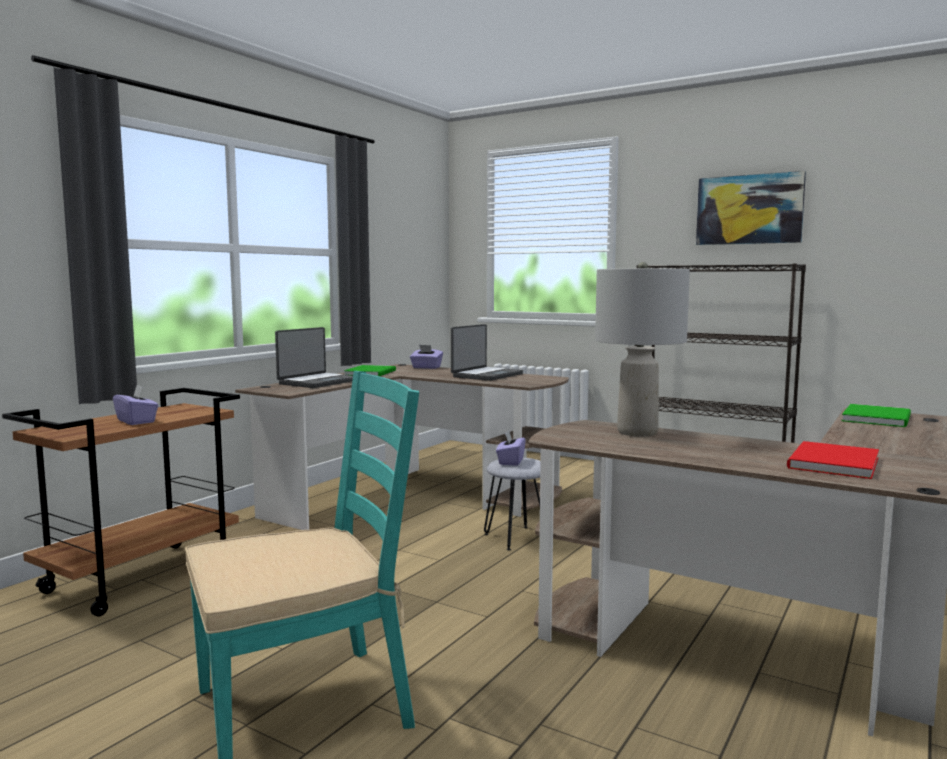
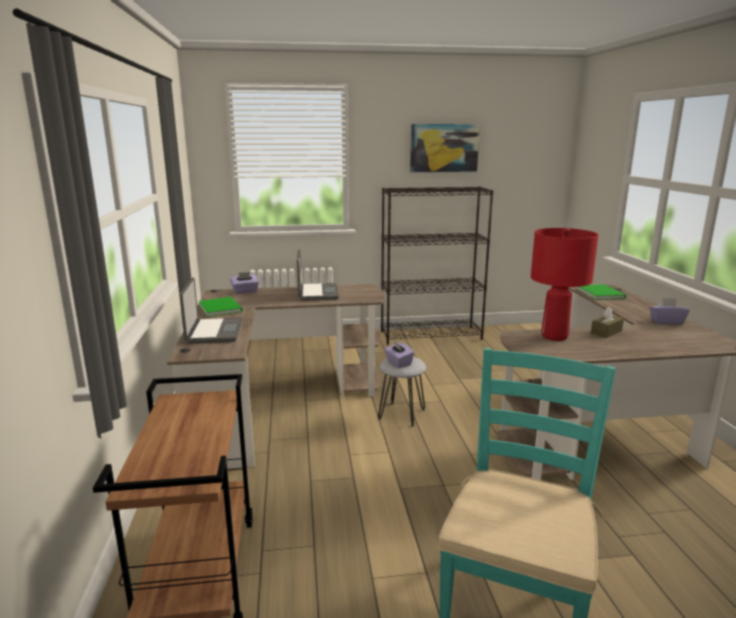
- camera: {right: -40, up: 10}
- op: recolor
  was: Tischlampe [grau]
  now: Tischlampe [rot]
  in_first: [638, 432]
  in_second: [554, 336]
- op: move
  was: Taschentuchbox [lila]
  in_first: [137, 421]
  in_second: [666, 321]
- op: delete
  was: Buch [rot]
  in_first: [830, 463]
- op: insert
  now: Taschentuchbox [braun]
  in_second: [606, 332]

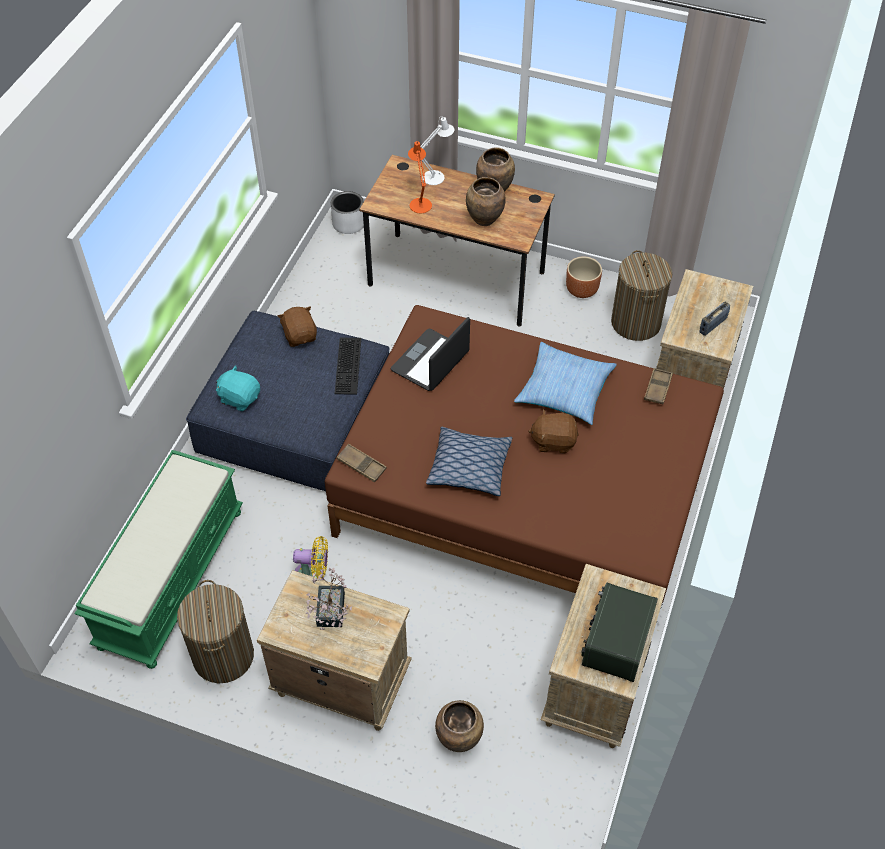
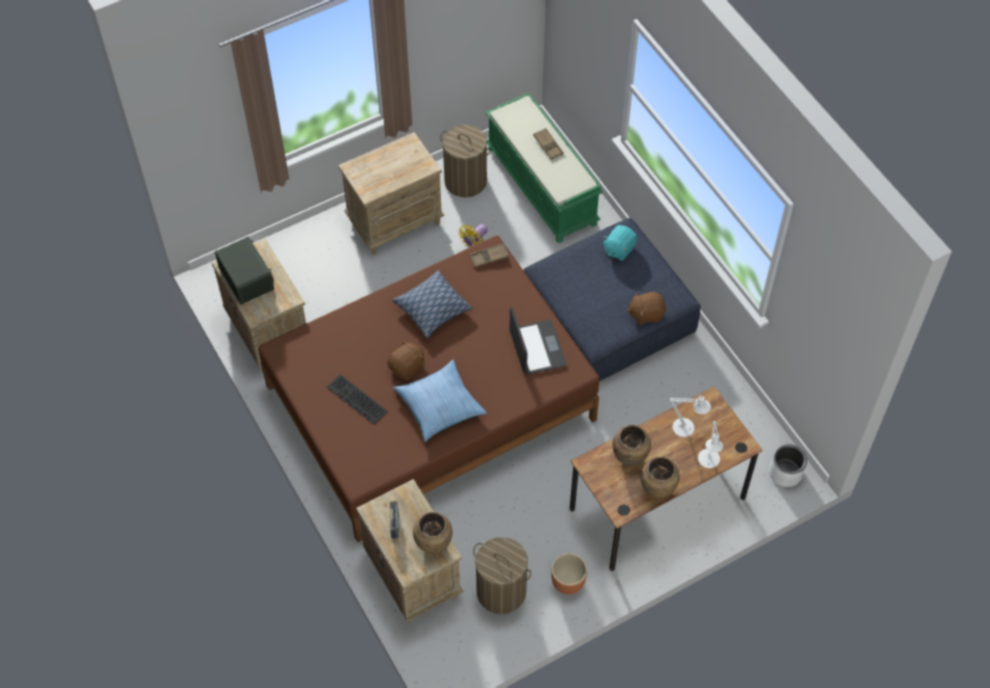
- camera: {right: 130, up: 5}
- op: recolor
  was: Tischlampe [orange]
  now: Tischlampe [weiß]
  in_first: [420, 203]
  in_second: [686, 428]
- op: rotate
  was: Plüschtier [braun]
  in_first: [300, 335]
  in_second: [646, 314]
  clockwise: 150
- op: move
  was: Tastatur
  in_first: [349, 366]
  in_second: [355, 399]
- op: rotate
  was: Plüschtier [türkis]
  in_first: [239, 398]
  in_second: [619, 249]
  clockwise: 150
- op: move
  was: Tablett [braun]
  in_first: [657, 388]
  in_second: [548, 145]
- op: delete
  was: Topfpflanze
  in_first: [329, 614]
- op: move
  was: Vase [braun]
  in_first: [459, 739]
  in_second: [433, 544]

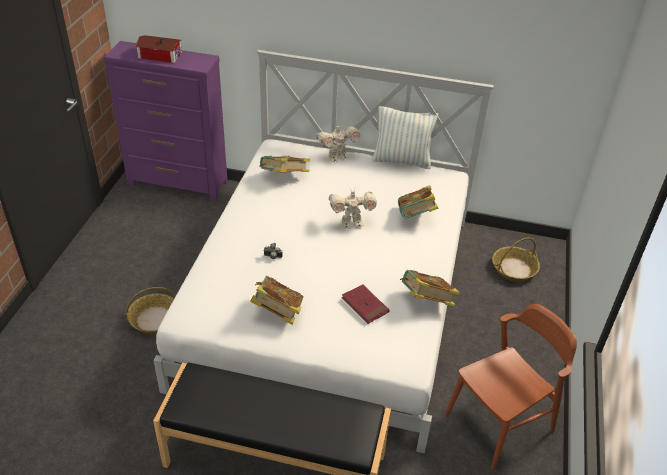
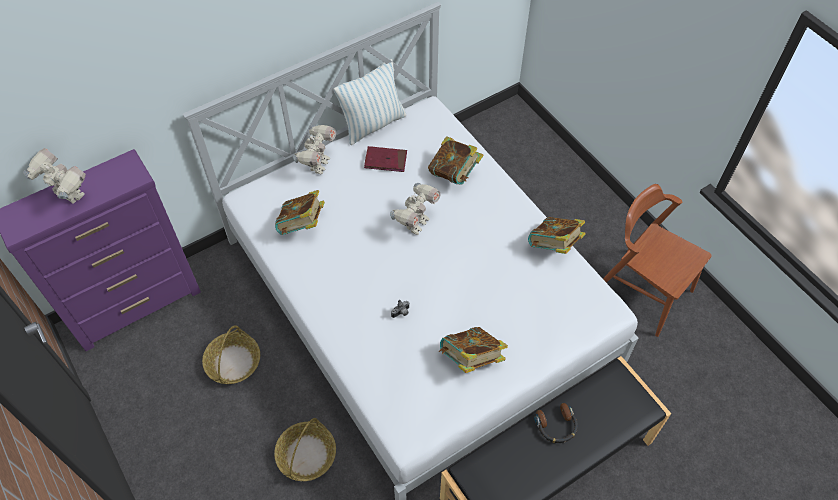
- camera: {right: -45, up: 15}
- op: replace
  was: Spielzeughaus
  now: Spielzeugroboter
  in_first: [159, 54]
  in_second: [68, 196]
- op: move
  was: Korb
  in_first: [514, 269]
  in_second: [233, 362]
- op: move
  was: Buch [rot]
  in_first: [365, 305]
  in_second: [385, 160]
- op: rotate
  was: Stuhl [braun]
  in_first: [499, 423]
  in_second: [642, 291]
  clockwise: -60
- op: insert
  now: Kopfhörer
  in_second: [556, 426]

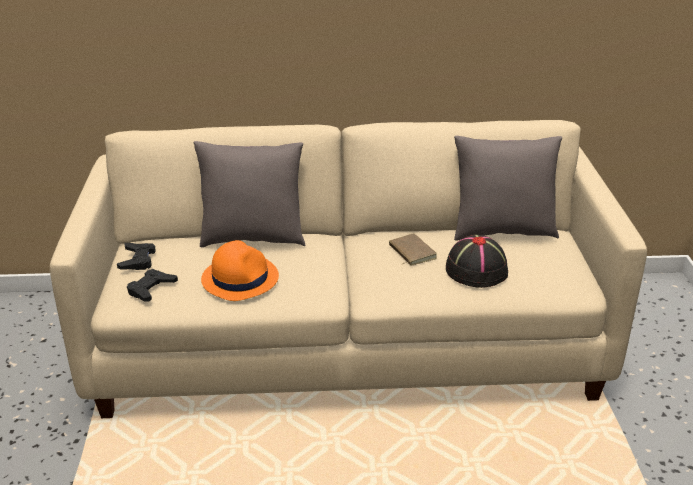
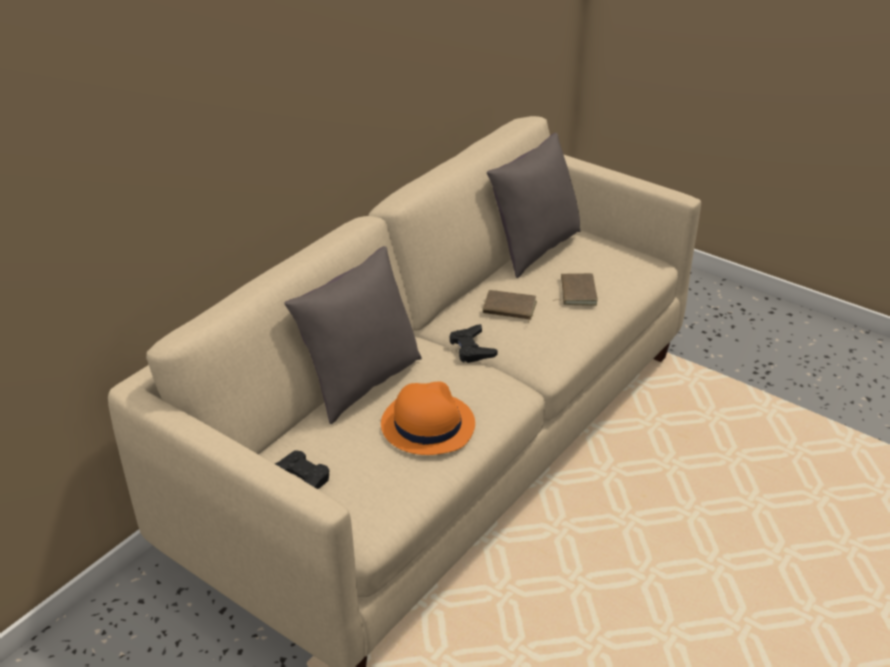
- camera: {right: -50, up: 5}
- op: replace
  was: Hut [schwarz]
  now: Buch [braun]
  in_first: [476, 269]
  in_second: [576, 292]
- op: move
  was: Gamepad [schwarz]
  in_first: [151, 289]
  in_second: [471, 348]

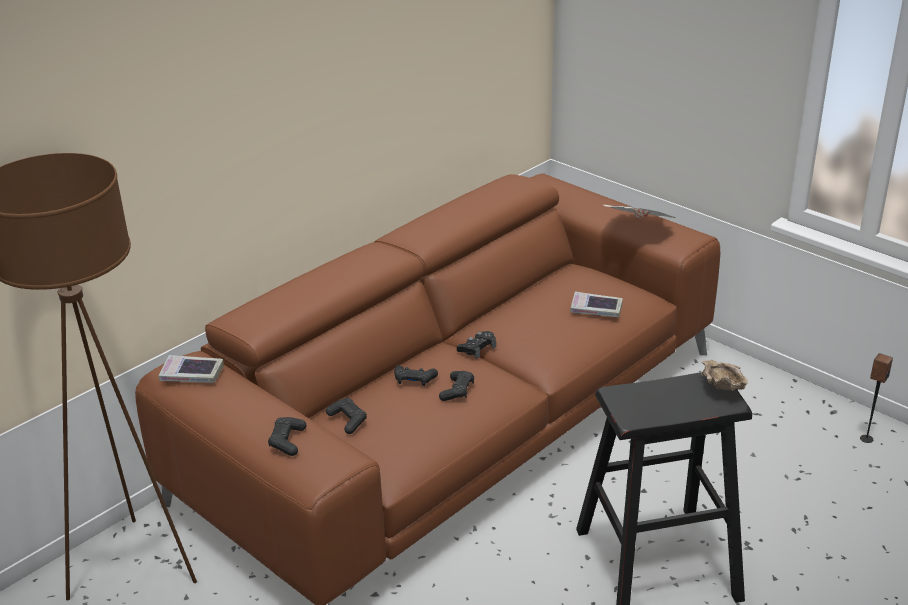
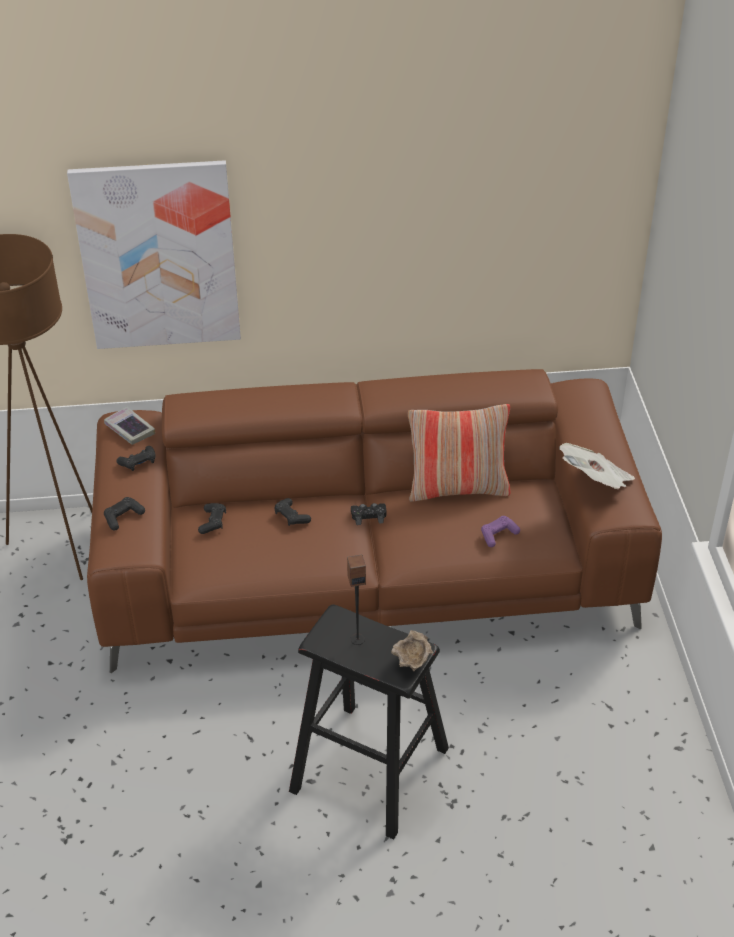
- camera: {right: 40, up: 10}
- op: replace
  was: Buch
  now: Gamepad [lila]
  in_first: [596, 309]
  in_second: [498, 535]
- op: move
  was: Lautsprecher
  in_first: [866, 439]
  in_second: [357, 639]
- op: move
  was: Gamepad [schwarz]
  in_first: [457, 391]
  in_second: [138, 463]
- op: insert
  now: Bild
  in_second: [158, 256]
- op: insert
  now: Kissen
  in_second: [458, 488]

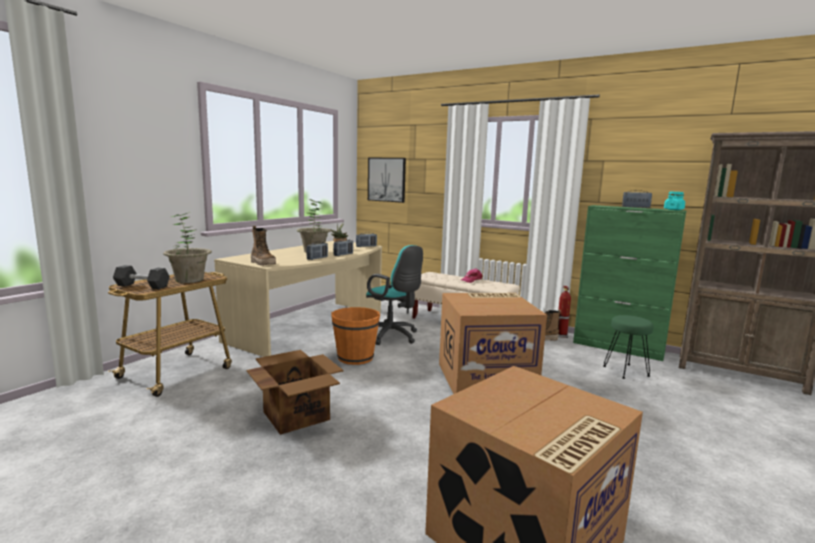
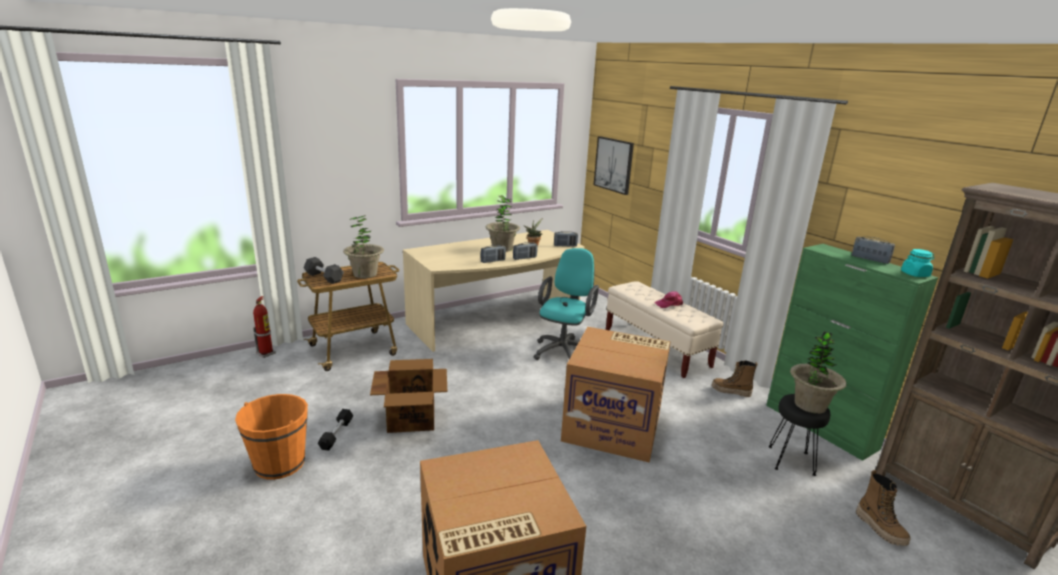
- camera: {right: 25, up: 10}
- op: move
  was: Stiefel
  in_first: [263, 263]
  in_second: [880, 528]
- op: rotate
  was: Bürostuhl [türkis]
  in_first: [392, 336]
  in_second: [564, 351]
  clockwise: -135
- op: move
  was: Feuerlöscher
  in_first: [561, 335]
  in_second: [266, 353]
- op: move
  was: Eimer [orange]
  in_first: [355, 357]
  in_second: [279, 463]
- op: recolor
  was: Hocker [grün]
  now: Hocker [schwarz]
  in_first: [625, 371]
  in_second: [790, 460]
- op: insert
  now: Topfpflanze
  in_second: [810, 405]
- op: insert
  now: Hantel [schwarz]
  in_second: [336, 434]

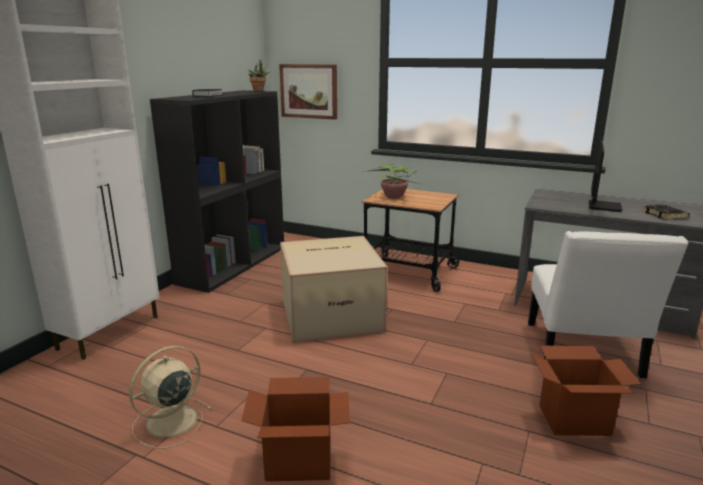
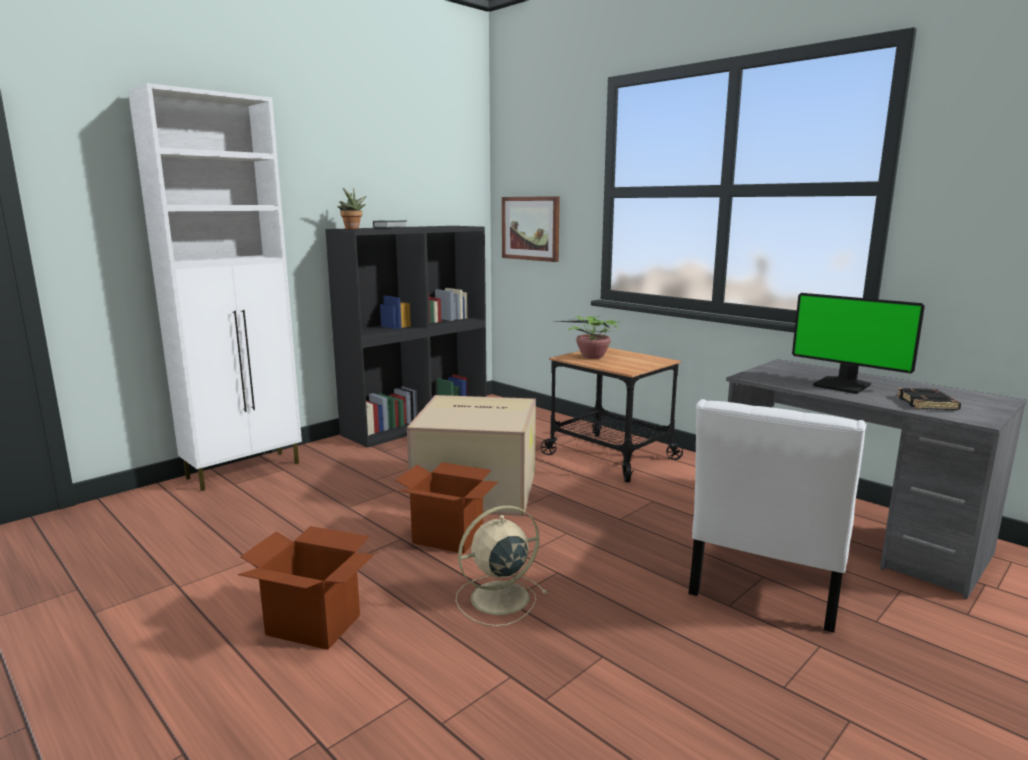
- camera: {right: 20, up: -5}
- op: move
  was: Topfpflanze
  in_first: [259, 91]
  in_second: [352, 228]
- op: rotate
  was: Monitor
  in_first: [602, 206]
  in_second: [843, 385]
  clockwise: 90
- op: move
  was: Ventilator [beige]
  in_first: [169, 422]
  in_second: [497, 598]
- op: move
  was: Karton
  in_first: [574, 420]
  in_second: [448, 538]

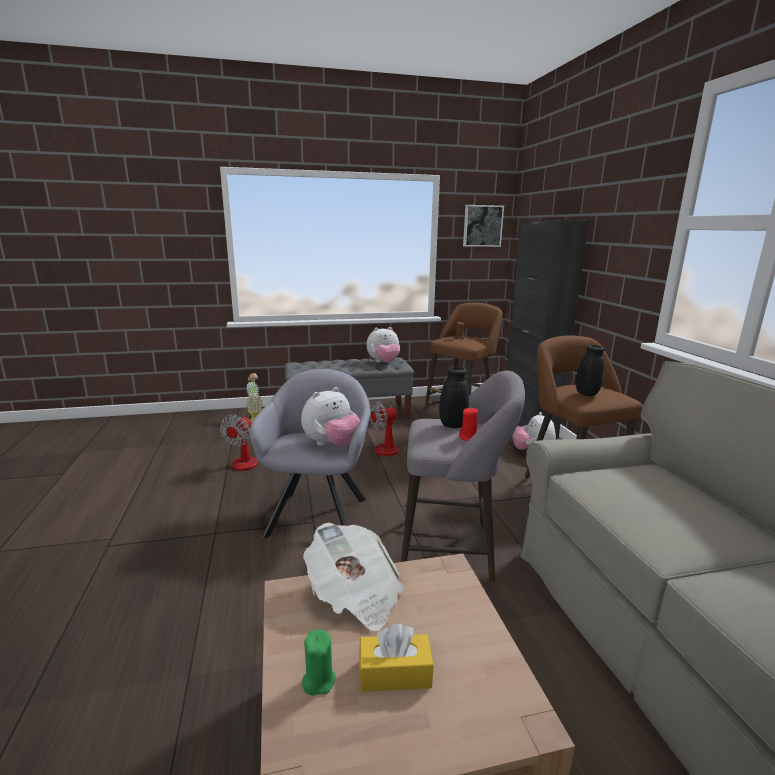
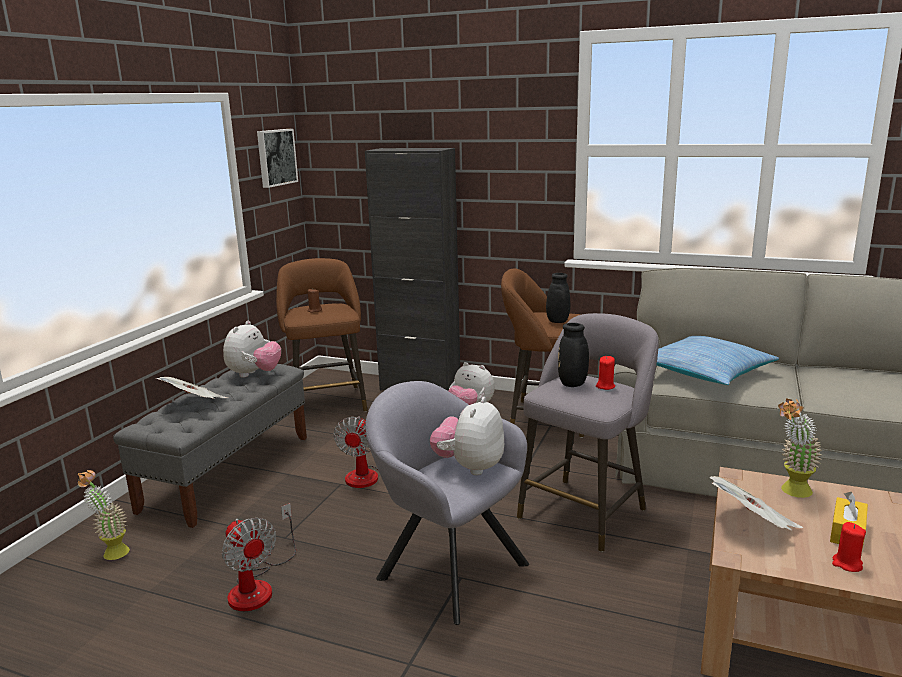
- camera: {right: -55, up: 0}
- op: rotate
  was: Plüschtier
  in_first: [331, 444]
  in_second: [469, 467]
  clockwise: -150
- op: recolor
  was: Kerze [grün]
  now: Kerze [rot]
  in_first: [318, 680]
  in_second: [847, 564]
- op: insert
  now: Kissen
  in_second: [705, 371]
- op: insert
  now: Zeitung
  in_second: [195, 403]
- op: insert
  now: Topfpflanze
  in_second: [791, 492]

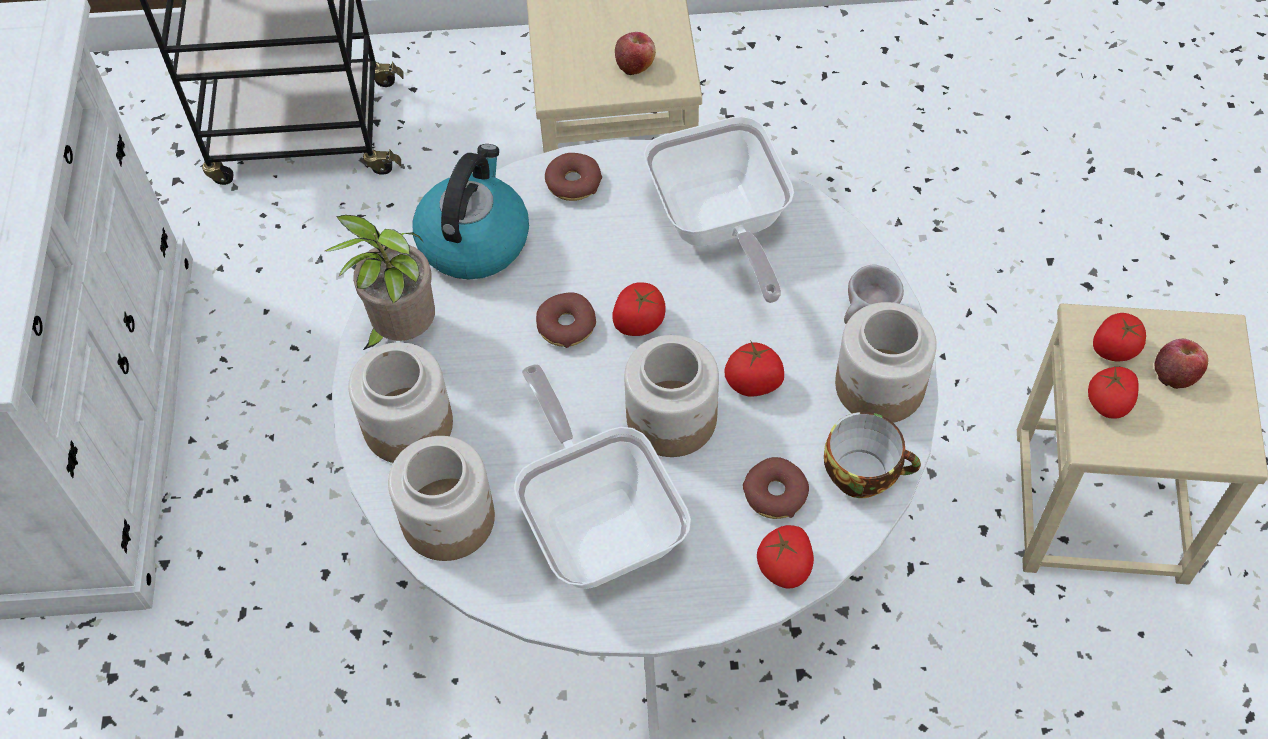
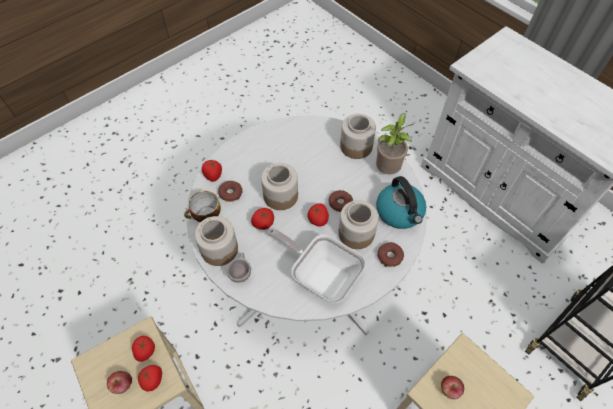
- camera: {right: 140, up: 0}
- op: delete
  was: Pfanne
  in_first: [598, 520]
- op: move
  was: Vorratsglas
  in_first: [449, 518]
  in_second: [356, 234]

